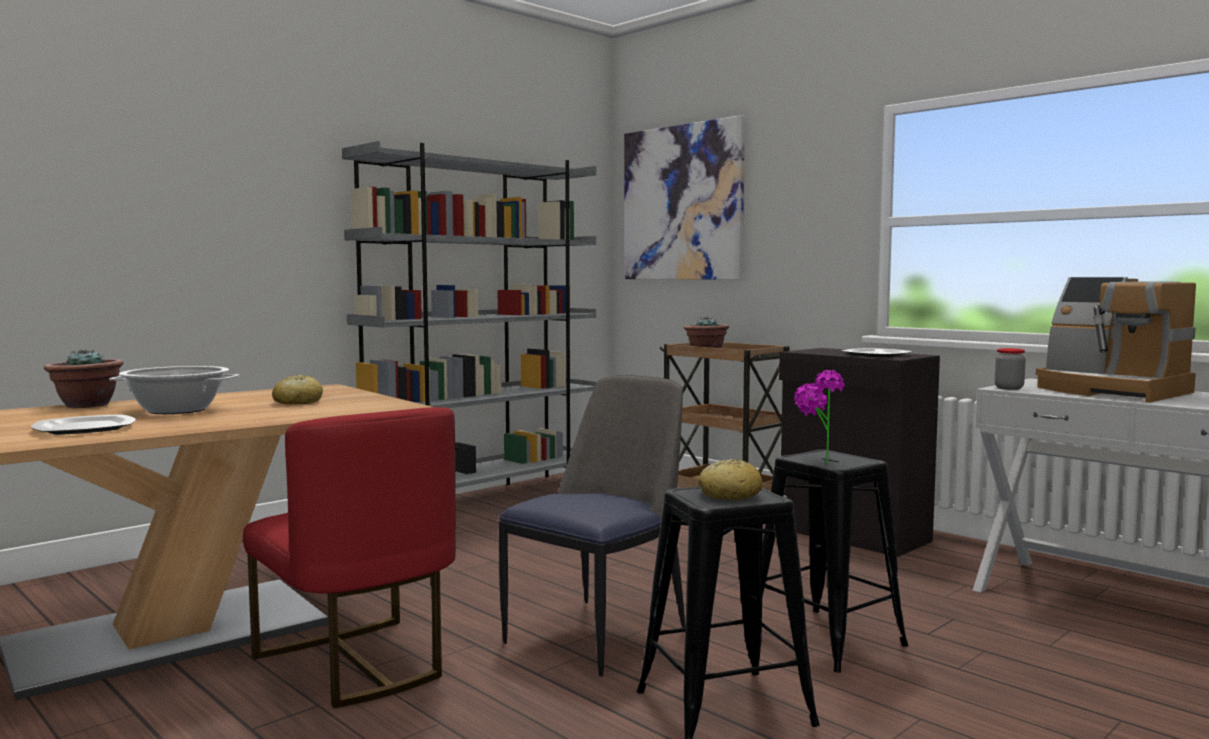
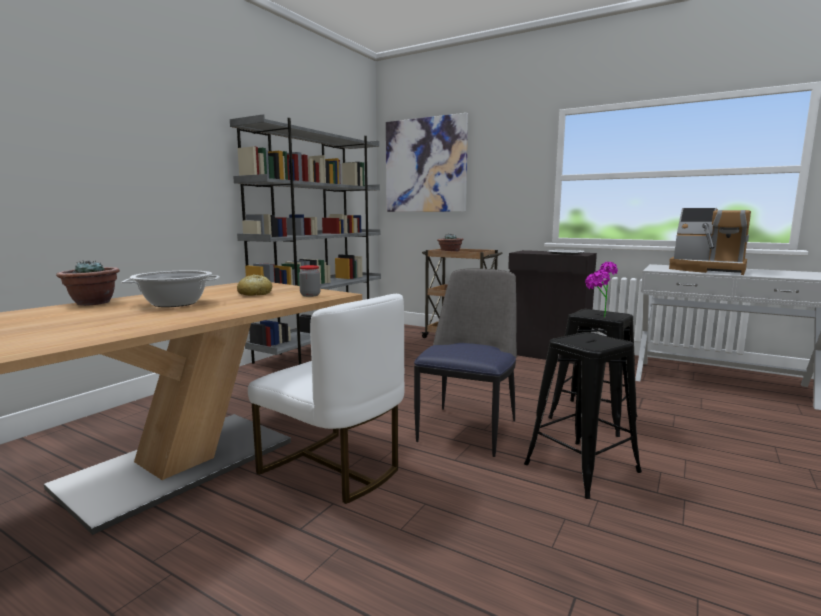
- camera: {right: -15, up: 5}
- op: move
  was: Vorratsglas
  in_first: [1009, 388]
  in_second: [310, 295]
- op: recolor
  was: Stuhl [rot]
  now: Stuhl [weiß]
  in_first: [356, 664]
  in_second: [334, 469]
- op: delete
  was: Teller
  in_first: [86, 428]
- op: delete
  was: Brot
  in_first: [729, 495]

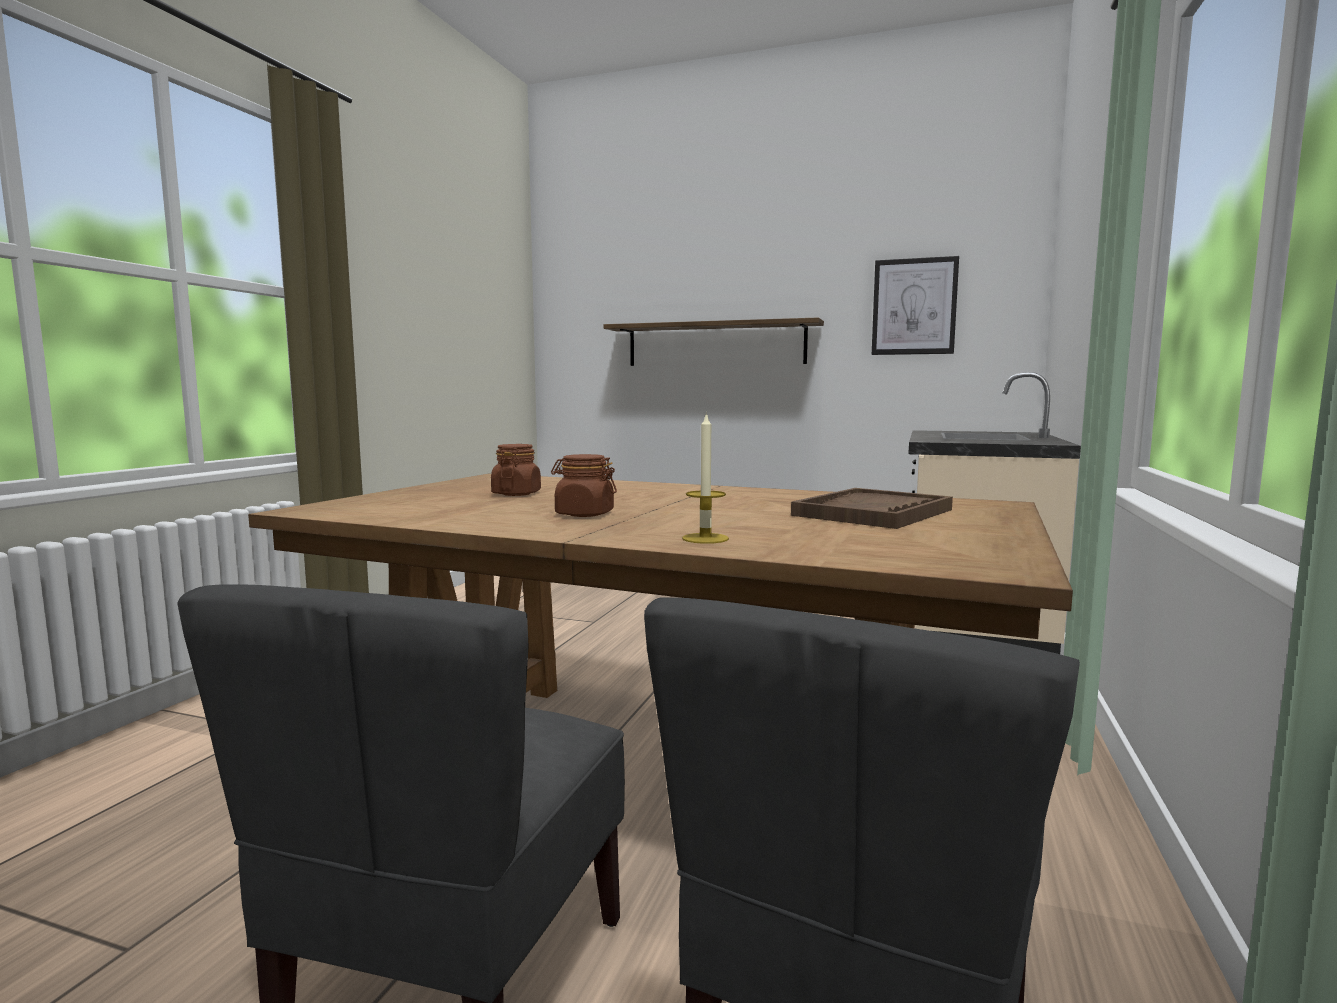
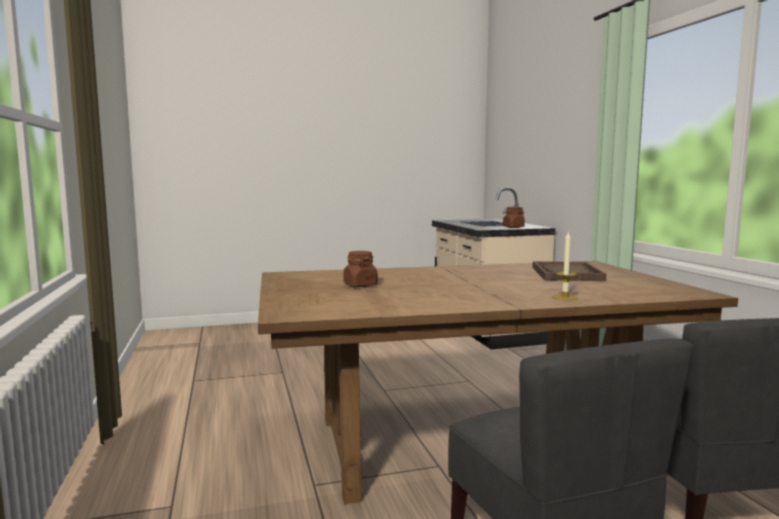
- camera: {right: -35, up: 0}
- op: delete
  was: Bild
  in_first: [914, 307]
- op: delete
  was: Wandregal
  in_first: [715, 344]
- op: move
  was: Vorratsglas [braun]
  in_first: [584, 514]
  in_second: [513, 227]

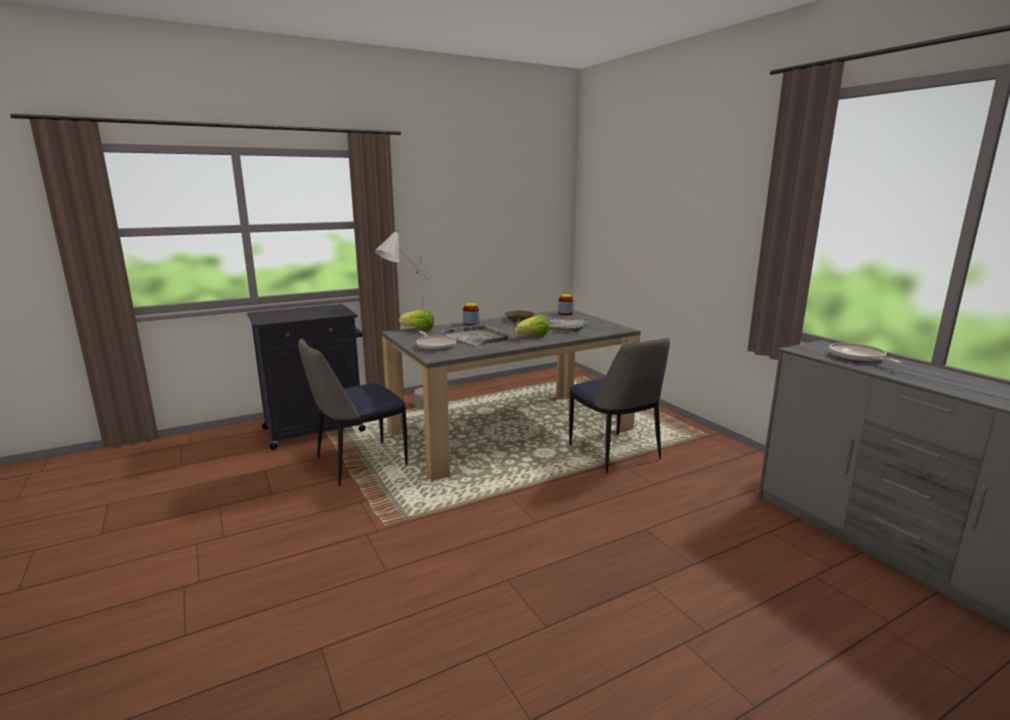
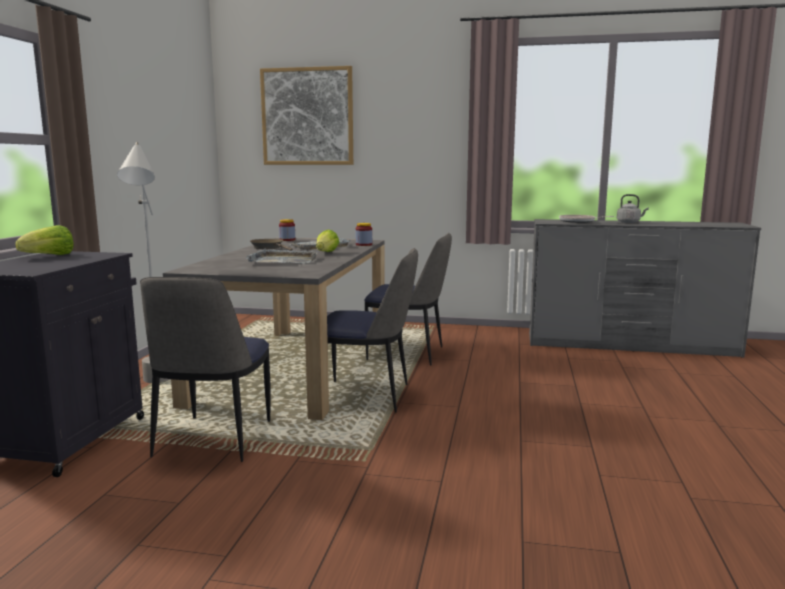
- camera: {right: -50, up: -5}
- op: move
  was: Vorratsglas
  in_first: [471, 324]
  in_second: [364, 244]
- op: move
  was: Salatkopf
  in_first: [419, 329]
  in_second: [50, 256]
- op: delete
  was: Pfanne
  in_first: [435, 346]
- op: insert
  now: Bild
  in_second: [307, 117]
- op: insert
  now: Wasserkessel [grau]
  in_second: [629, 222]
- op: insert
  now: Stuhl
  in_second: [367, 396]

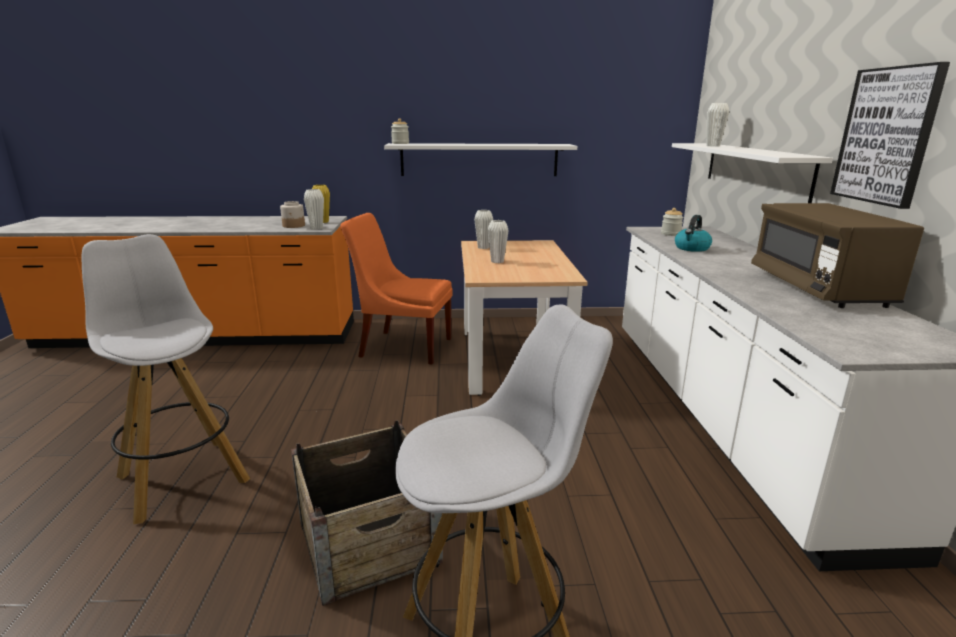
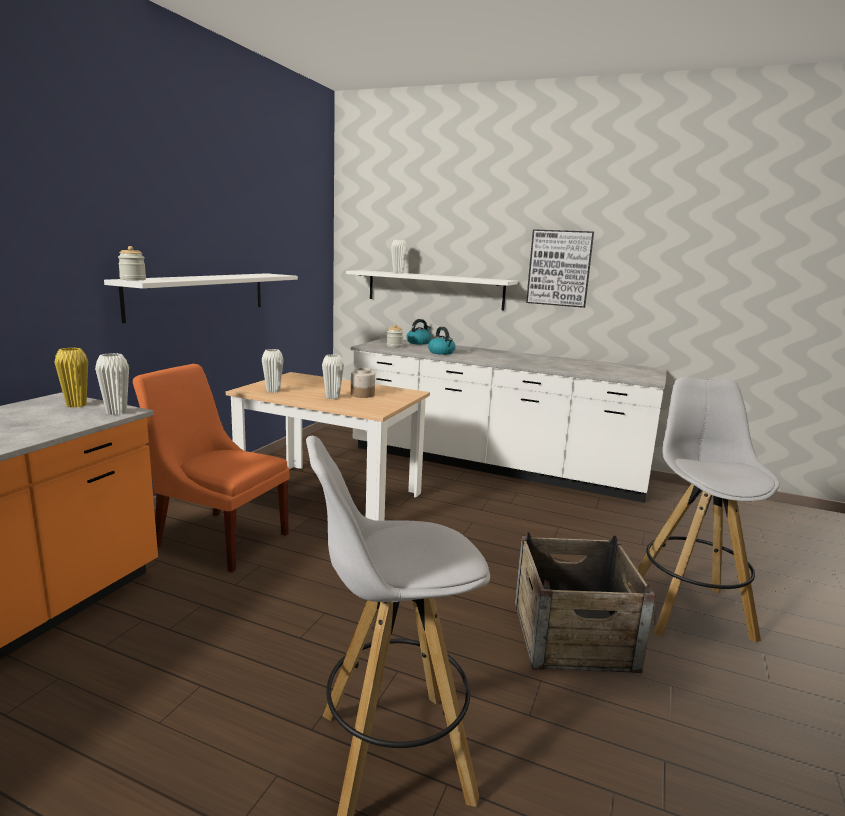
- camera: {right: -65, up: -5}
- op: move
  was: Vorratsglas
  in_first: [294, 226]
  in_second: [363, 394]
- op: delete
  was: Mikrowelle [braun]
  in_first: [818, 288]
- op: rotate
  was: Stuhl [orange]
  in_first: [402, 346]
  in_second: [218, 538]
  clockwise: 75
- op: insert
  now: Wasserkessel
  in_second: [419, 342]

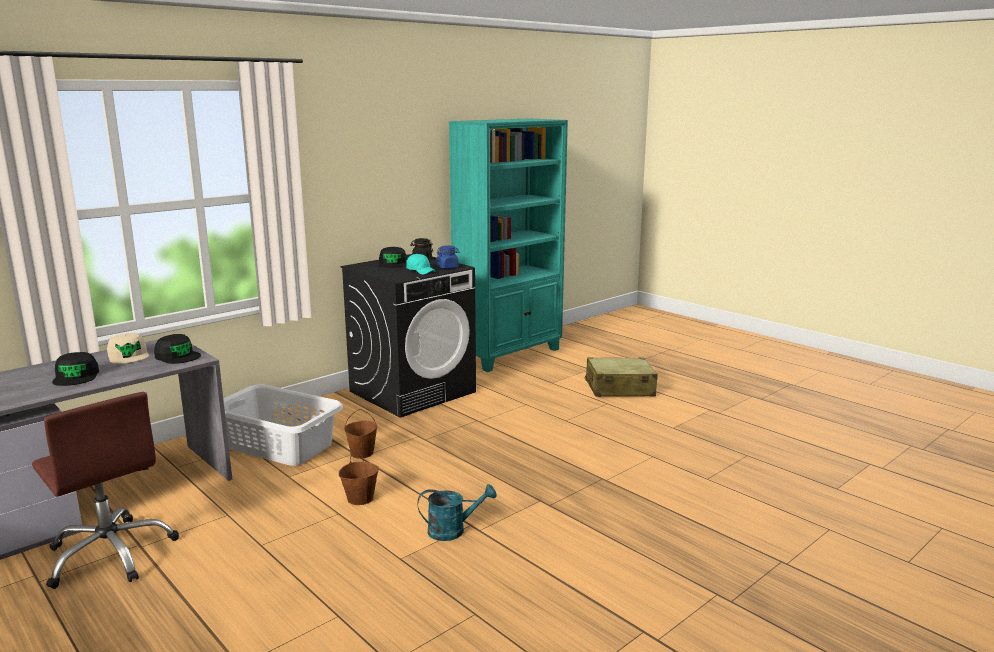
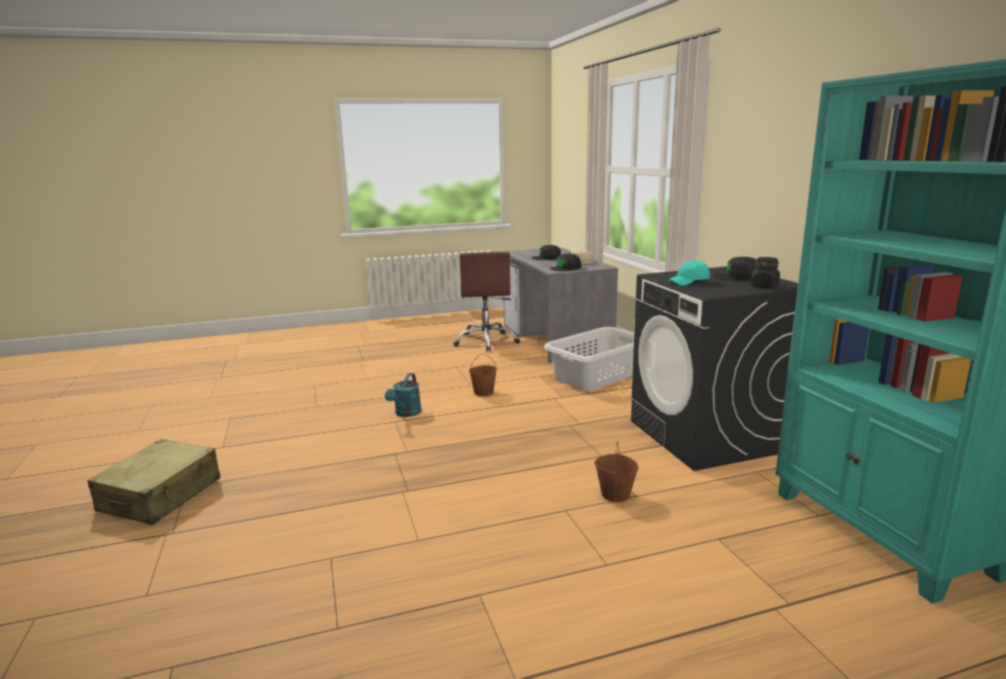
- camera: {right: 115, up: 0}
- op: delete
  was: Vorratsglas [blau]
  in_first: [448, 267]
- op: move
  was: Koffer [beige]
  in_first: [619, 388]
  in_second: [161, 495]
- op: rotate
  was: Bürostuhl [braun]
  in_first: [111, 554]
  in_second: [486, 341]
  clockwise: -75
- op: move
  was: Eimer [braun]
  in_first: [362, 453]
  in_second: [615, 495]

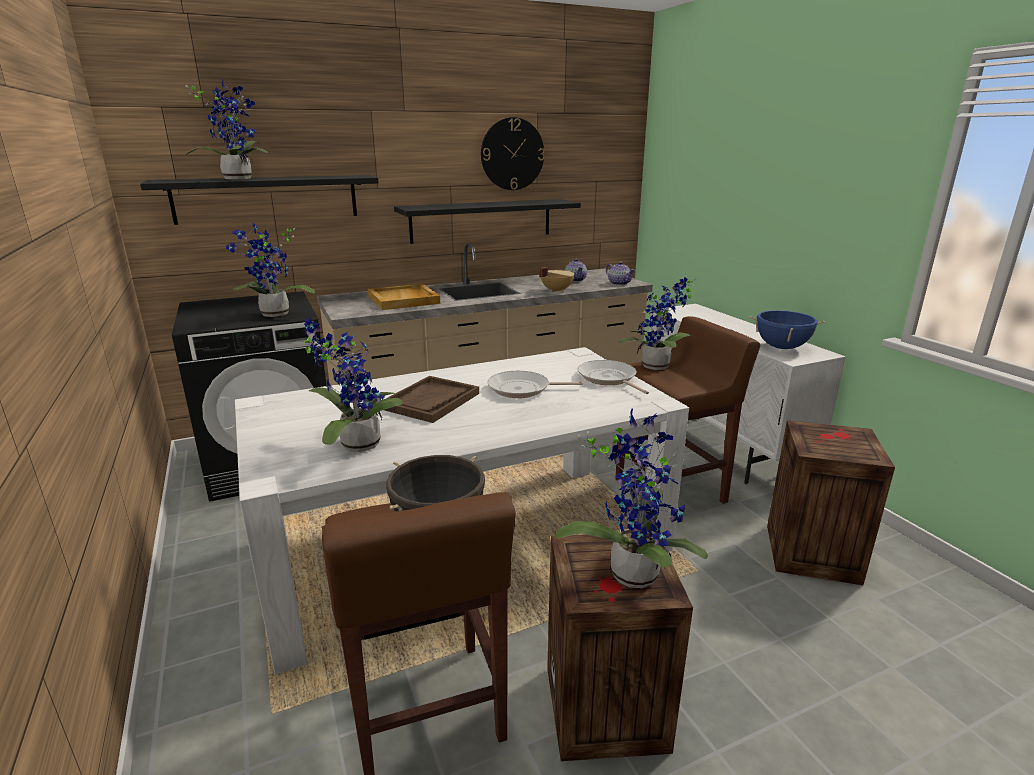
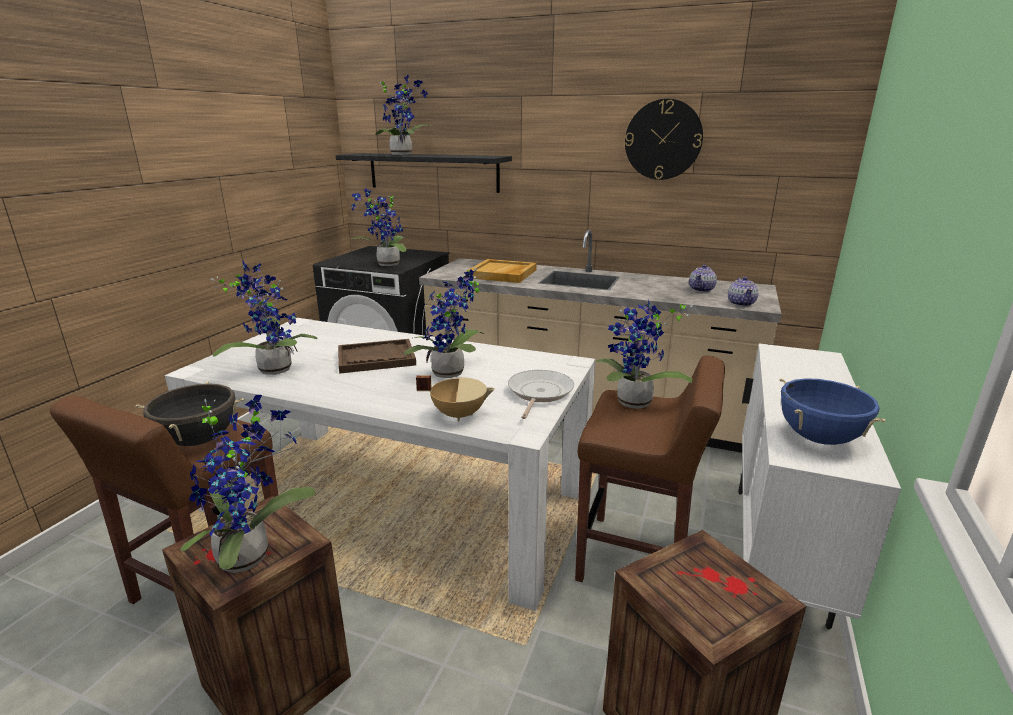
- camera: {right: 45, up: 0}
- op: delete
  was: Wandregal [schwarz]
  in_first: [481, 220]
- op: move
  was: Kochtopf [beige]
  in_first: [556, 290]
  in_second: [458, 414]
- op: replace
  was: Pfanne
  now: Topfpflanze
  in_first: [522, 389]
  in_second: [451, 374]

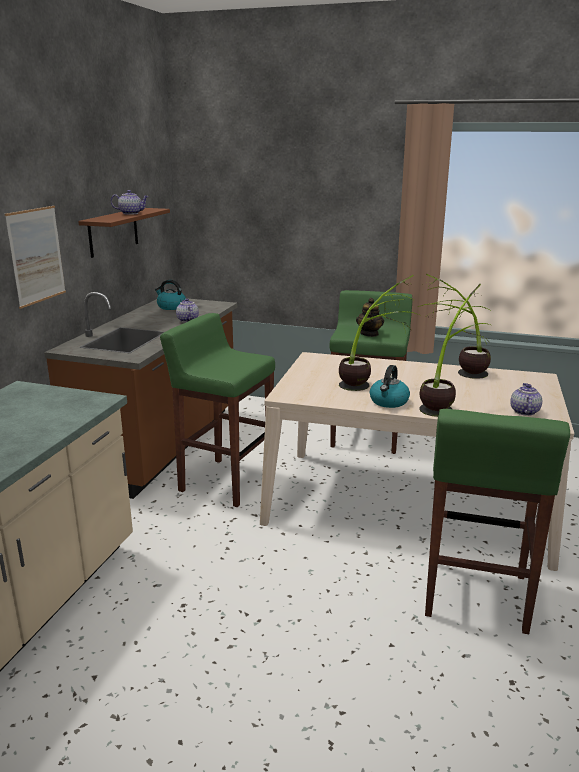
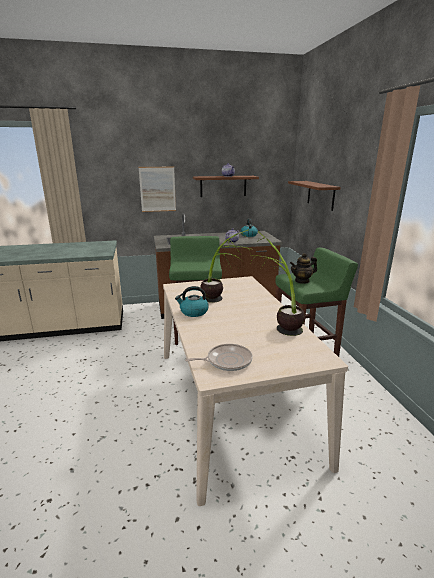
- camera: {right: 60, up: 0}
- op: delete
  was: Topfpflanze
  in_first: [448, 404]
- op: replace
  was: Teekanne
  now: Pfanne
  in_first: [523, 411]
  in_second: [226, 361]
- op: delete
  was: Hocker [grün]
  in_first: [475, 597]
- op: insert
  now: Wandregal [braun]
  in_second: [320, 195]

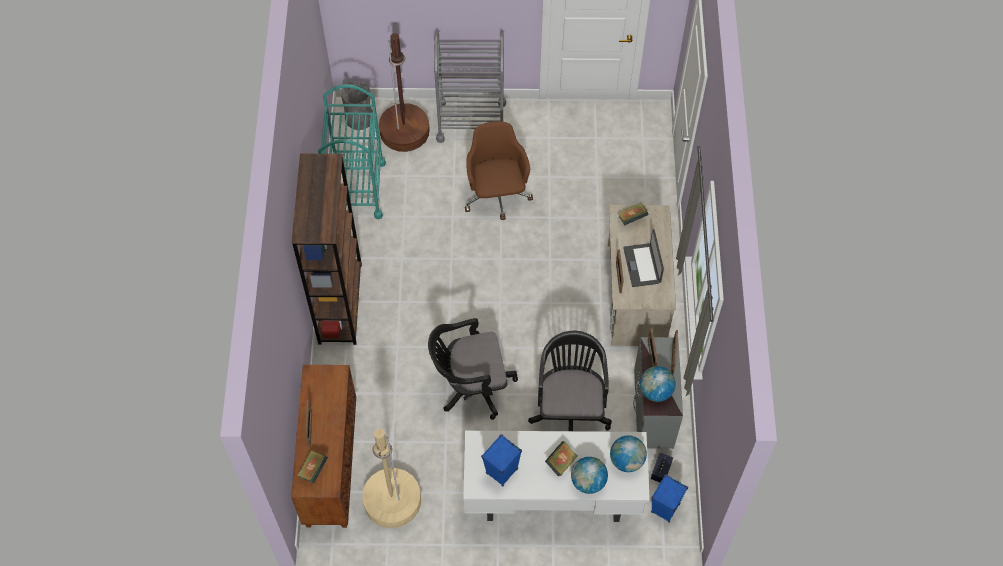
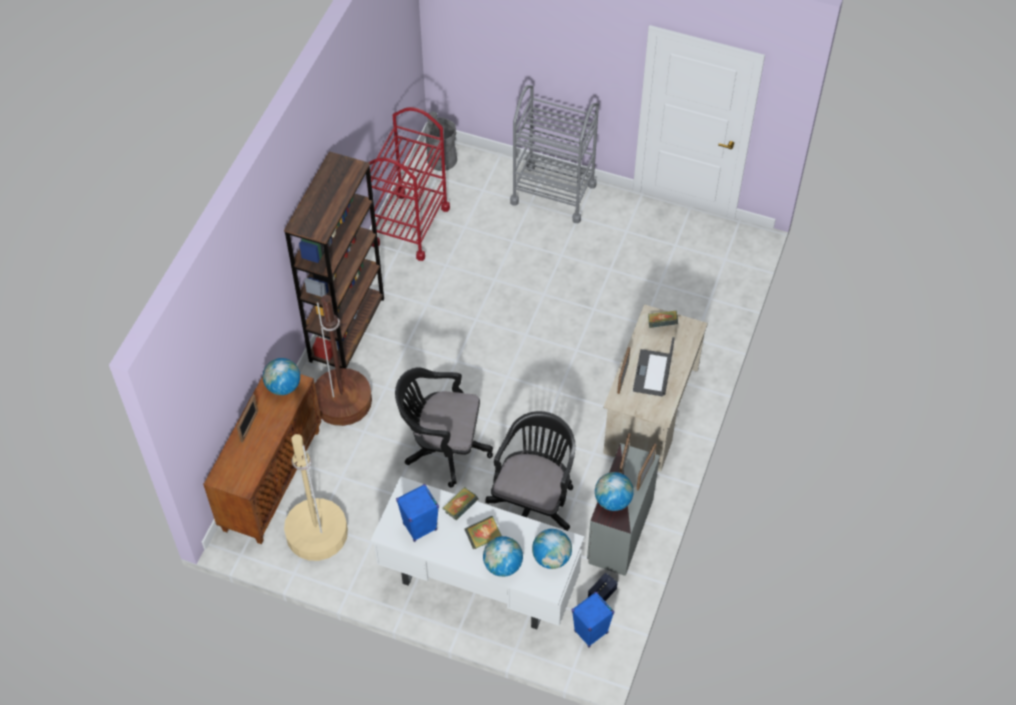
- camera: {right: 20, up: -5}
- op: move
  was: Stehlampe [braun]
  in_first: [404, 131]
  in_second: [343, 401]
- op: recolor
  was: Rollwagen [türkis]
  now: Rollwagen [rot]
  in_first: [357, 189]
  in_second: [410, 226]
- op: delete
  was: Bürostuhl [braun]
  in_first: [497, 195]
- op: move
  was: Buch
  in_first: [313, 470]
  in_second: [460, 508]
- op: insert
  now: Globus
  in_second: [283, 386]

